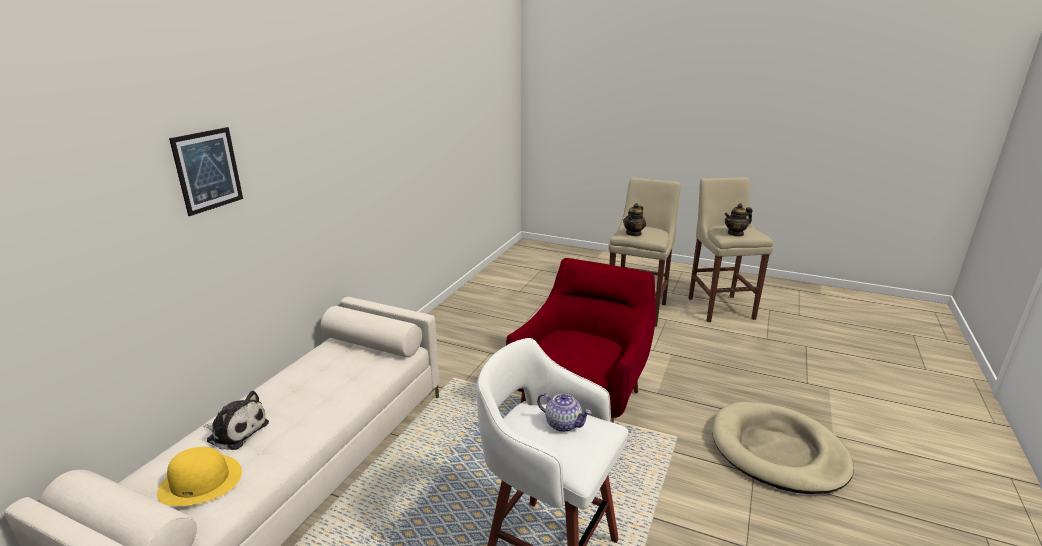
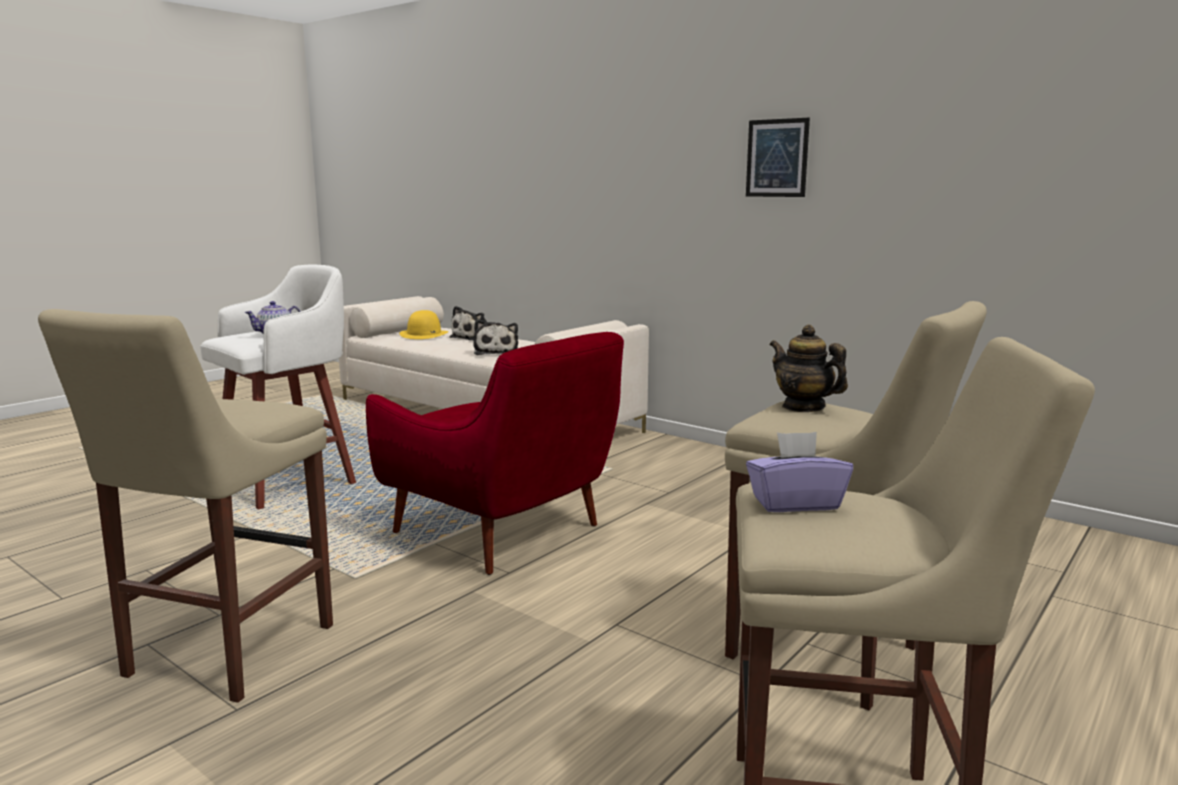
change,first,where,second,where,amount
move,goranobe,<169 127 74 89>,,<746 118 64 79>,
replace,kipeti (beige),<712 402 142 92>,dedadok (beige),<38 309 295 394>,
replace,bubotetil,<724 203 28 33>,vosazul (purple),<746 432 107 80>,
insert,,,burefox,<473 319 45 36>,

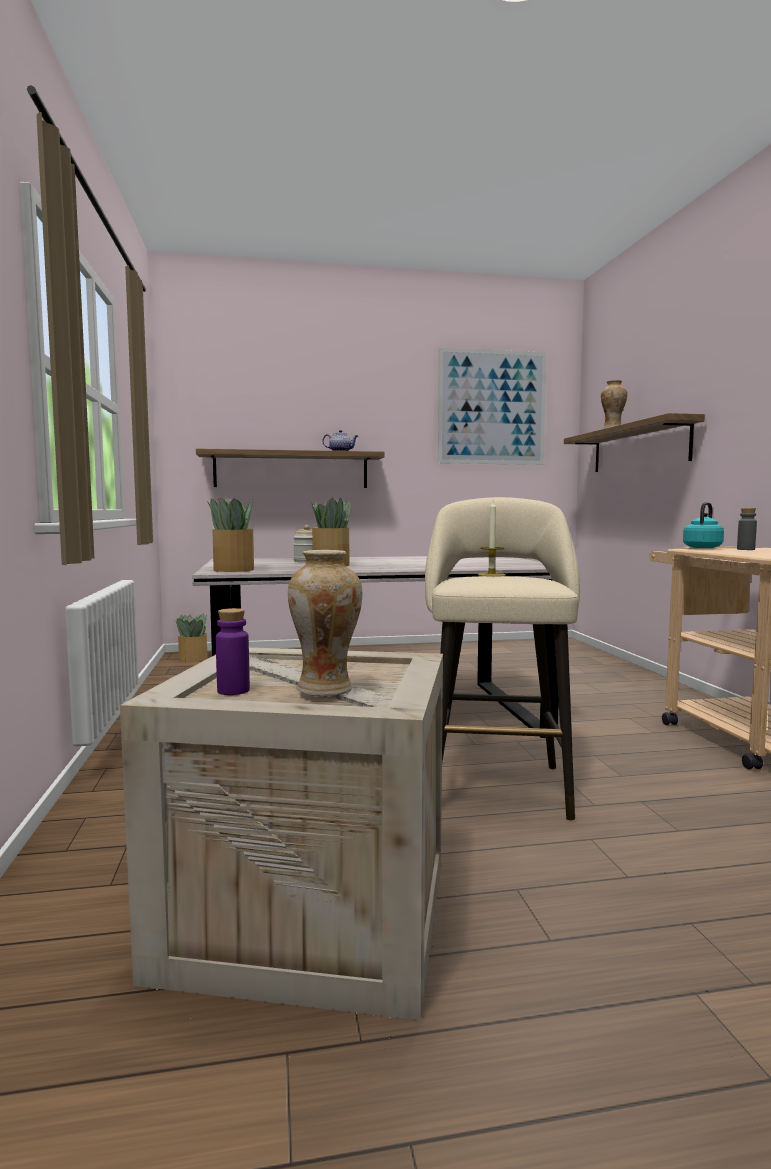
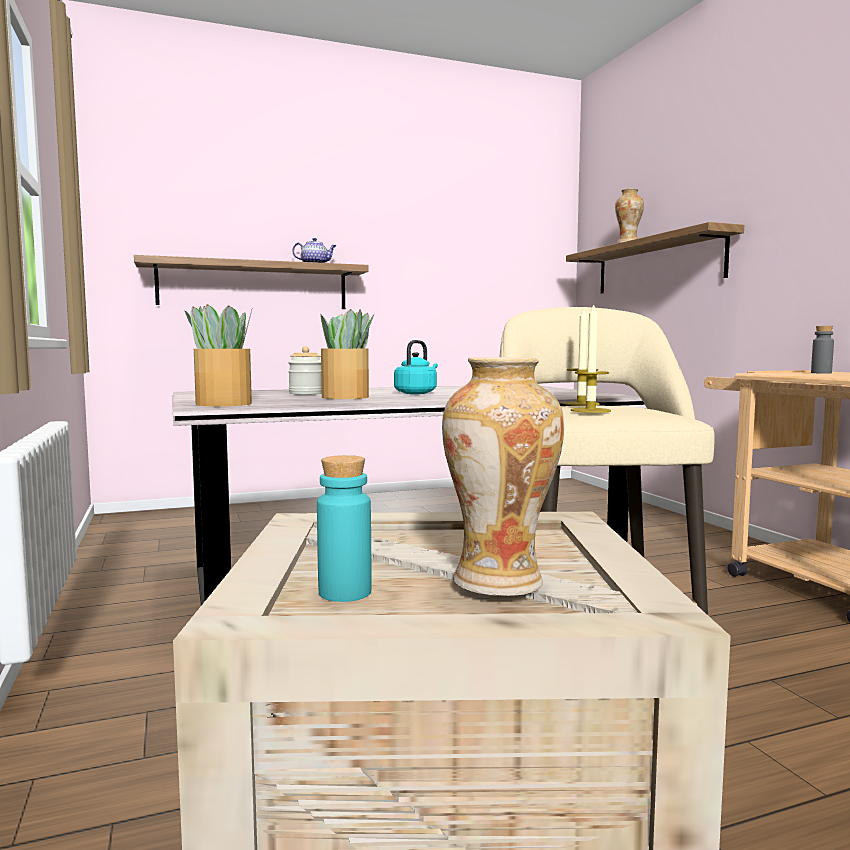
change,first,where,second,where,amount
delete,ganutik,<176 613 31 50>,,,
recolor,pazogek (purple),<216 608 34 87>,pazogek (turquoise),<317 455 54 147>,
delete,goranobe,<438 348 108 117>,,,
move,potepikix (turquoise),<683 502 41 46>,,<394 340 44 54>,
insert,,,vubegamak,<571 303 40 110>,

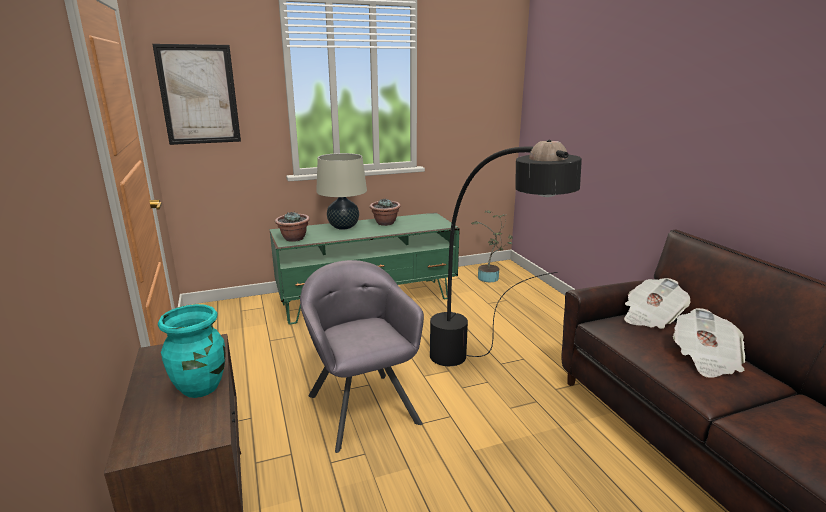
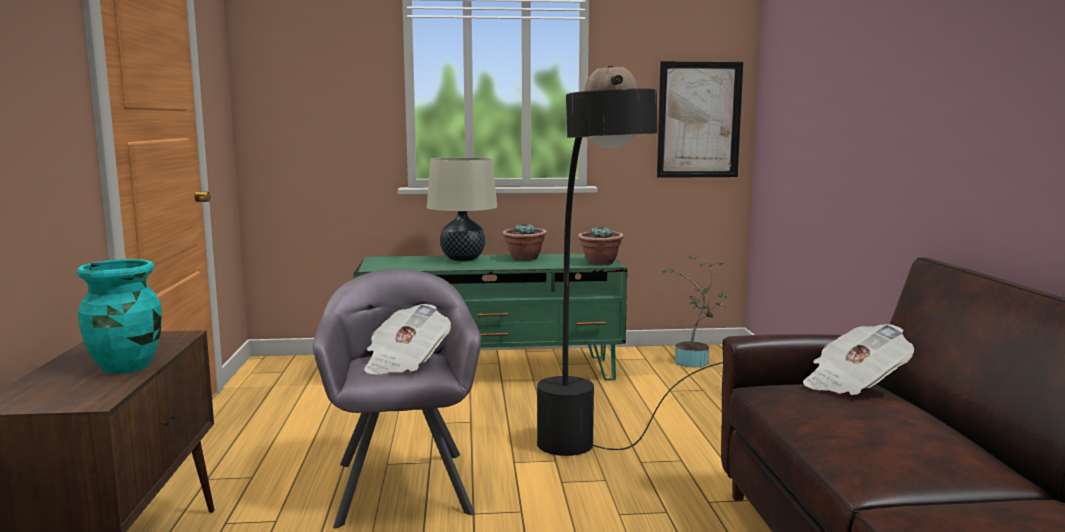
change,first,where,second,where,amount
move,goranobe,<152 44 89 101>,,<657 61 86 117>,
move,ganutik,<275 212 35 30>,,<578 226 46 39>,
move,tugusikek,<673 308 72 70>,,<364 304 87 70>,

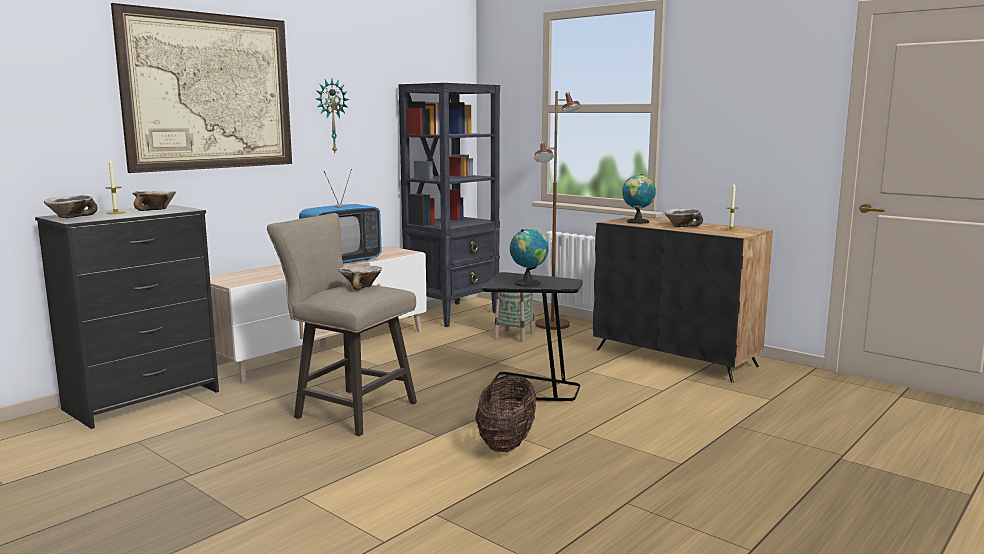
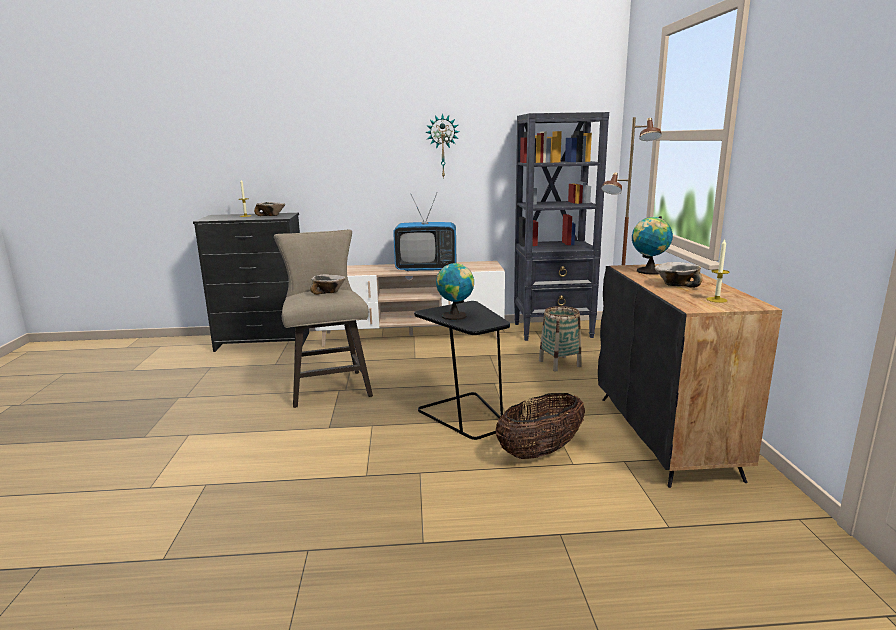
change,first,where,second,where,amount
delete,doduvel,<44 195 53 23>,,,
delete,goranobe,<111 3 181 170>,,,
move,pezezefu,<475 375 62 77>,,<496 393 89 66>,

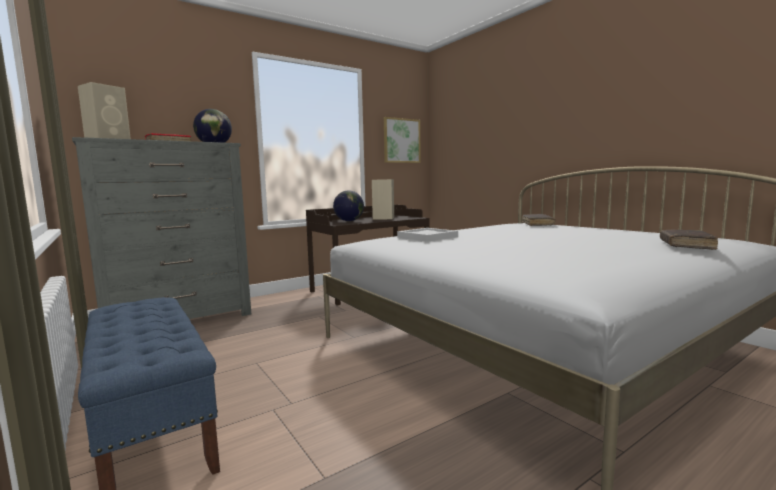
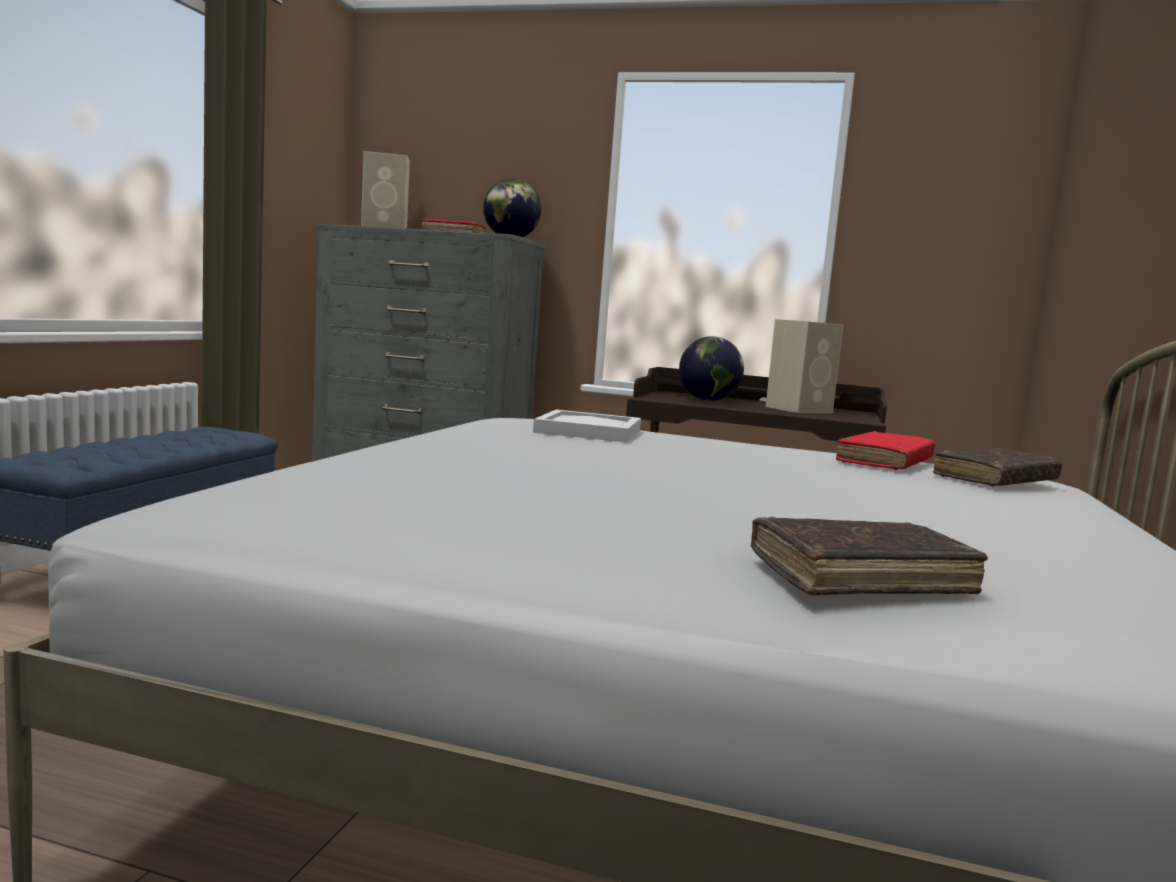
change,first,where,second,where,amount
delete,goranobe,<384 117 37 46>,,,
insert,,,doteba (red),<836 431 99 39>,

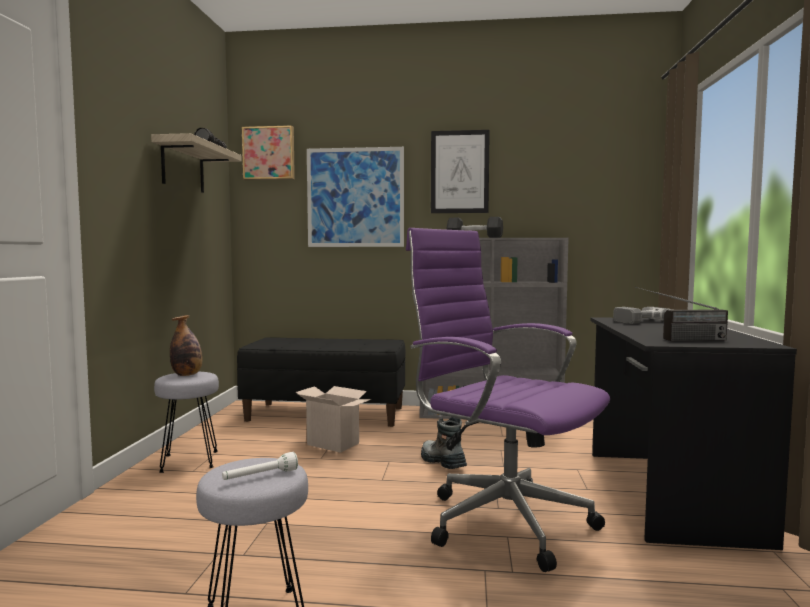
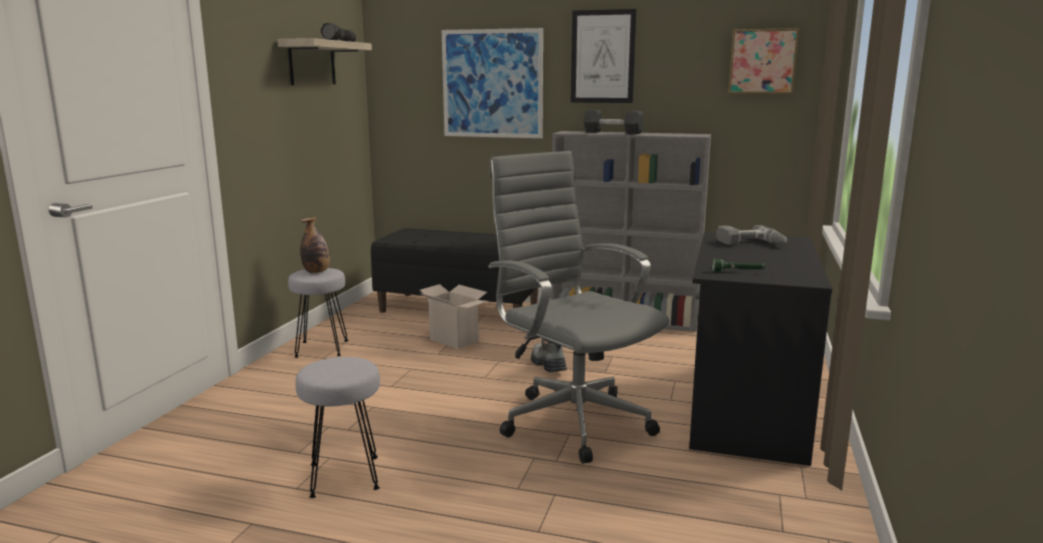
change,first,where,second,where,amount
delete,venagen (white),<222 452 76 28>,,,
move,goranobe,<242 125 53 55>,,<728 28 71 66>,
recolor,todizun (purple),<406 228 204 344>,todizun (grey),<488 151 181 313>,
replace,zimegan,<635 287 93 54>,venagen (green),<712 259 53 13>,

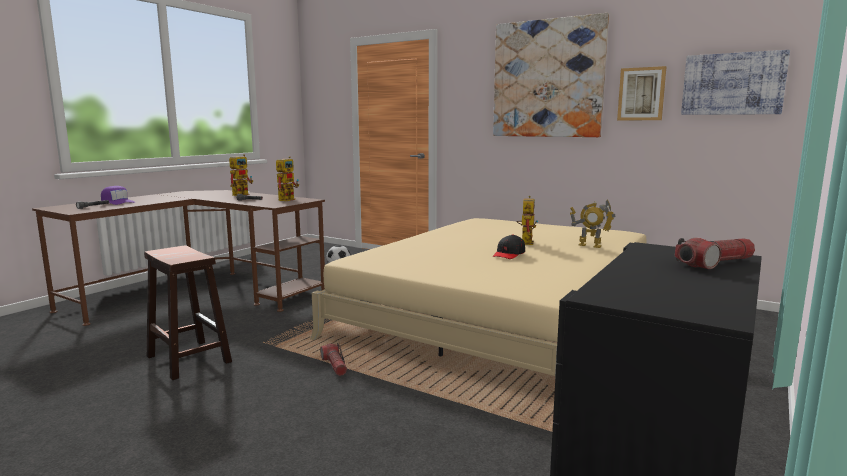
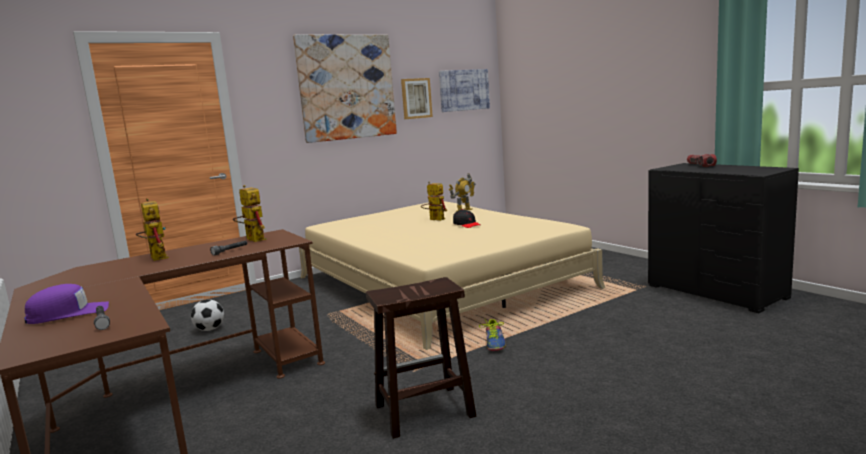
change,first,where,second,where,amount
replace,venagen,<320 343 27 33>,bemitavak,<479 318 27 33>,

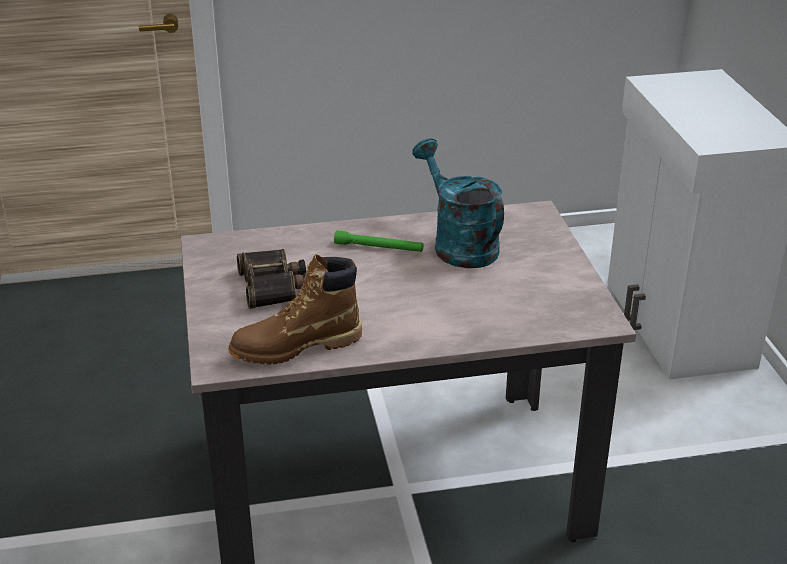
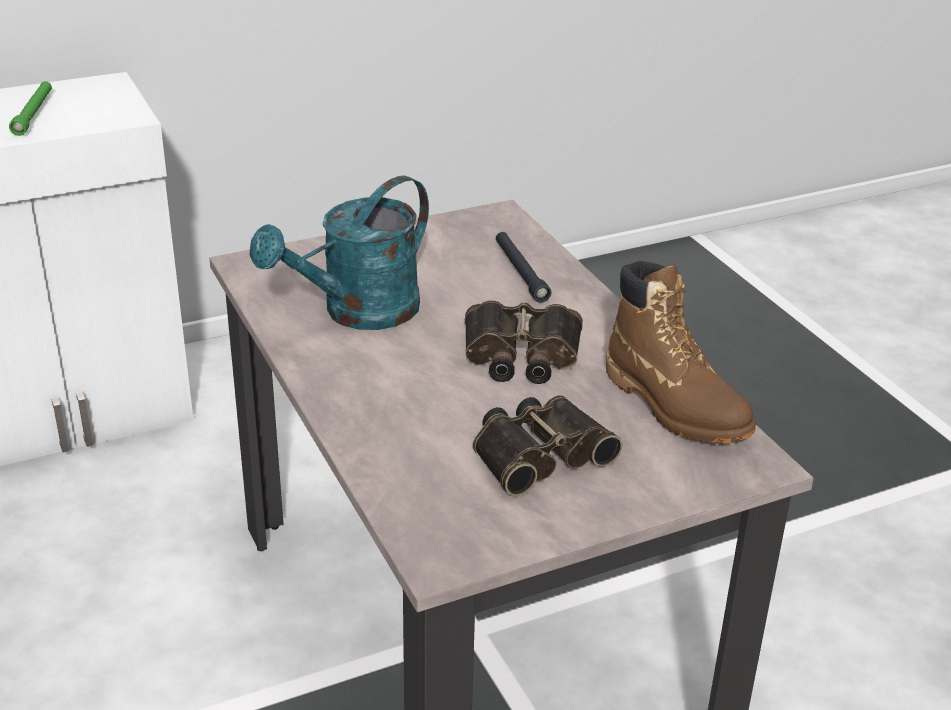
change,first,where,second,where,amount
move,venagen (green),<334 230 90 22>,,<9 81 43 55>,
insert,,,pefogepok,<465 300 118 84>,
insert,,,venagen (black),<496 232 55 71>,

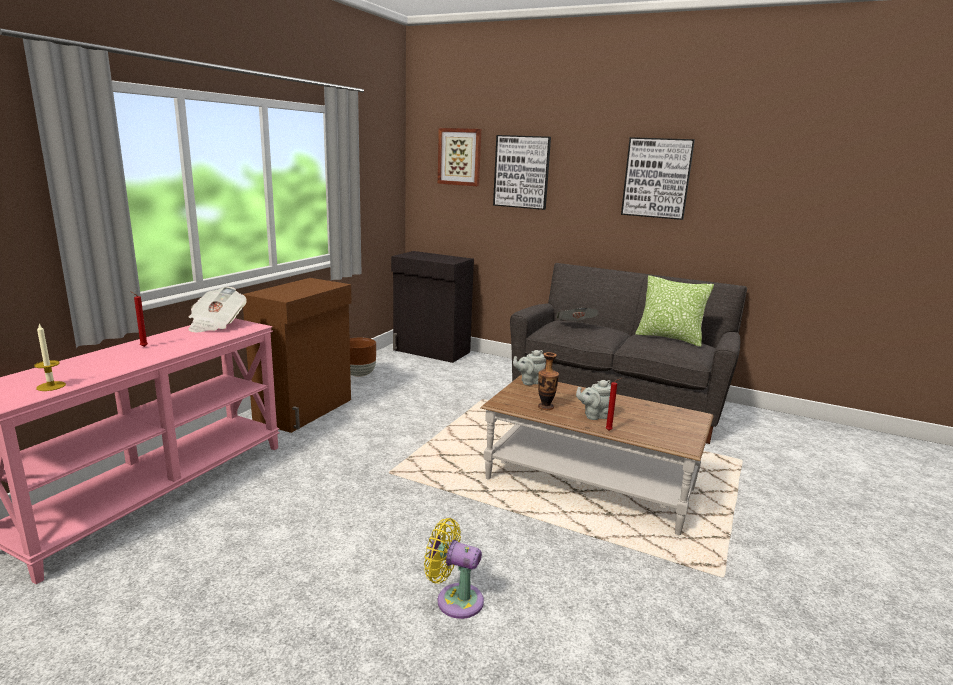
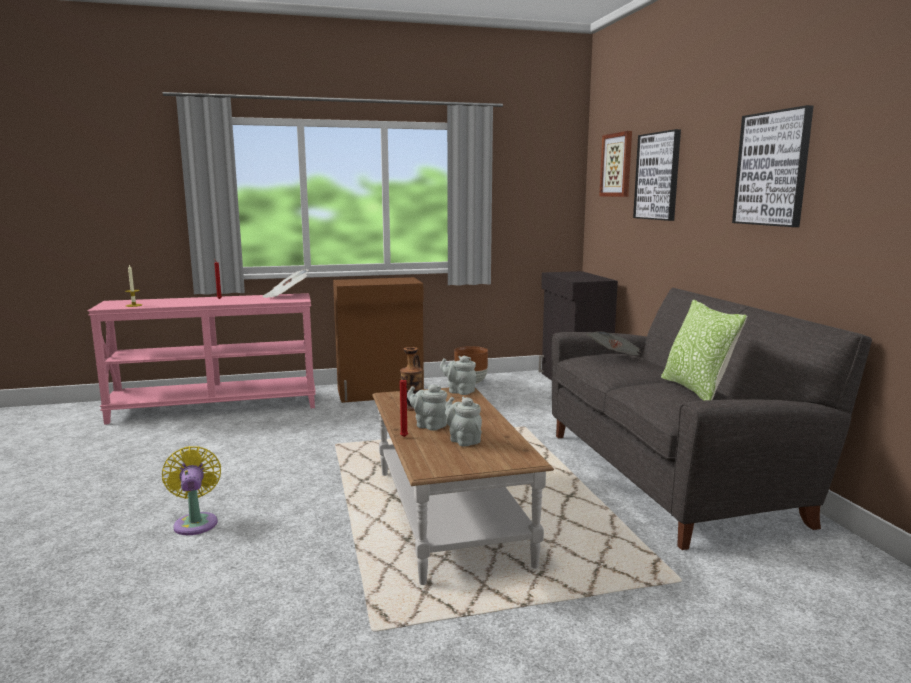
change,first,where,second,where,amount
insert,,,bubotetil (grey),<445 397 37 49>,

